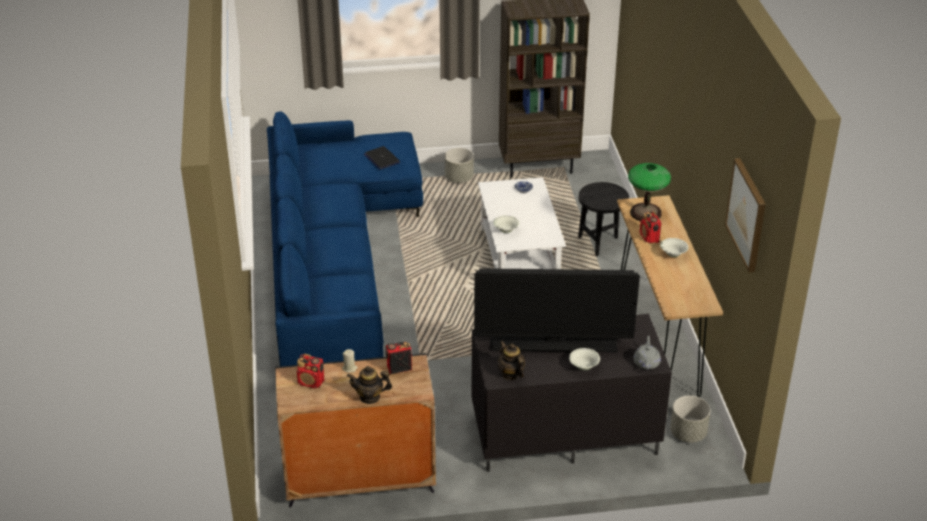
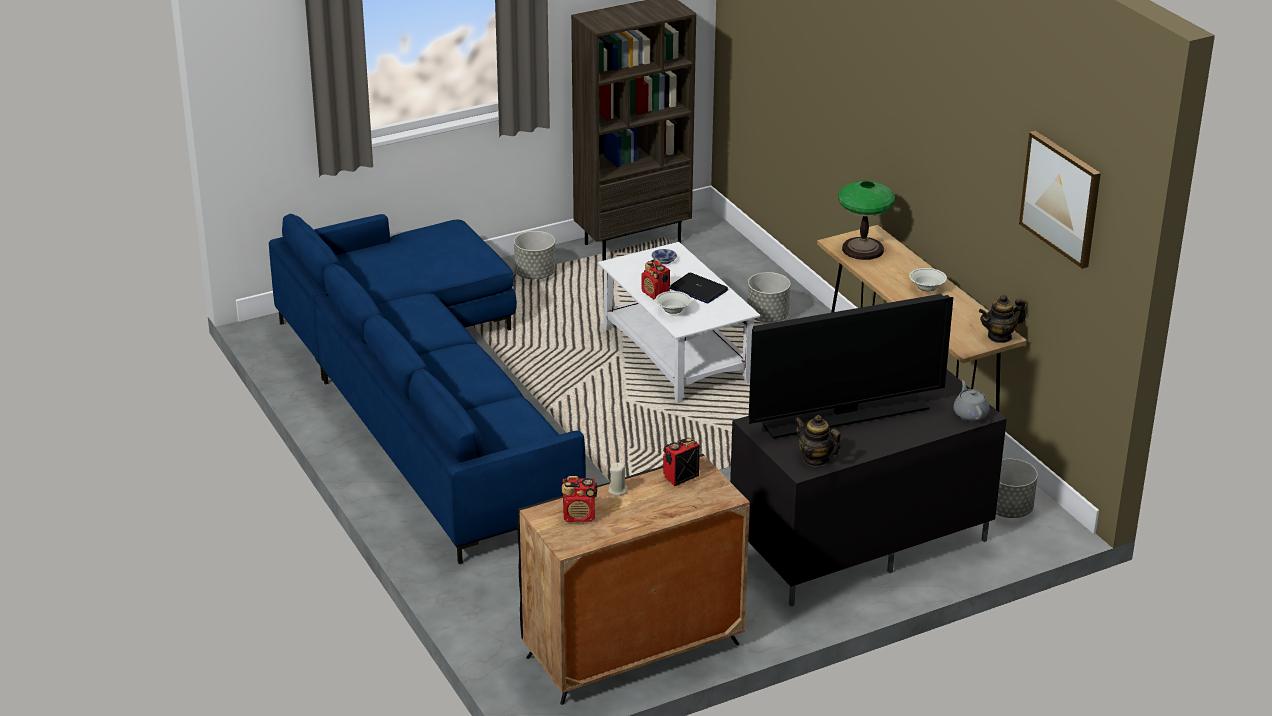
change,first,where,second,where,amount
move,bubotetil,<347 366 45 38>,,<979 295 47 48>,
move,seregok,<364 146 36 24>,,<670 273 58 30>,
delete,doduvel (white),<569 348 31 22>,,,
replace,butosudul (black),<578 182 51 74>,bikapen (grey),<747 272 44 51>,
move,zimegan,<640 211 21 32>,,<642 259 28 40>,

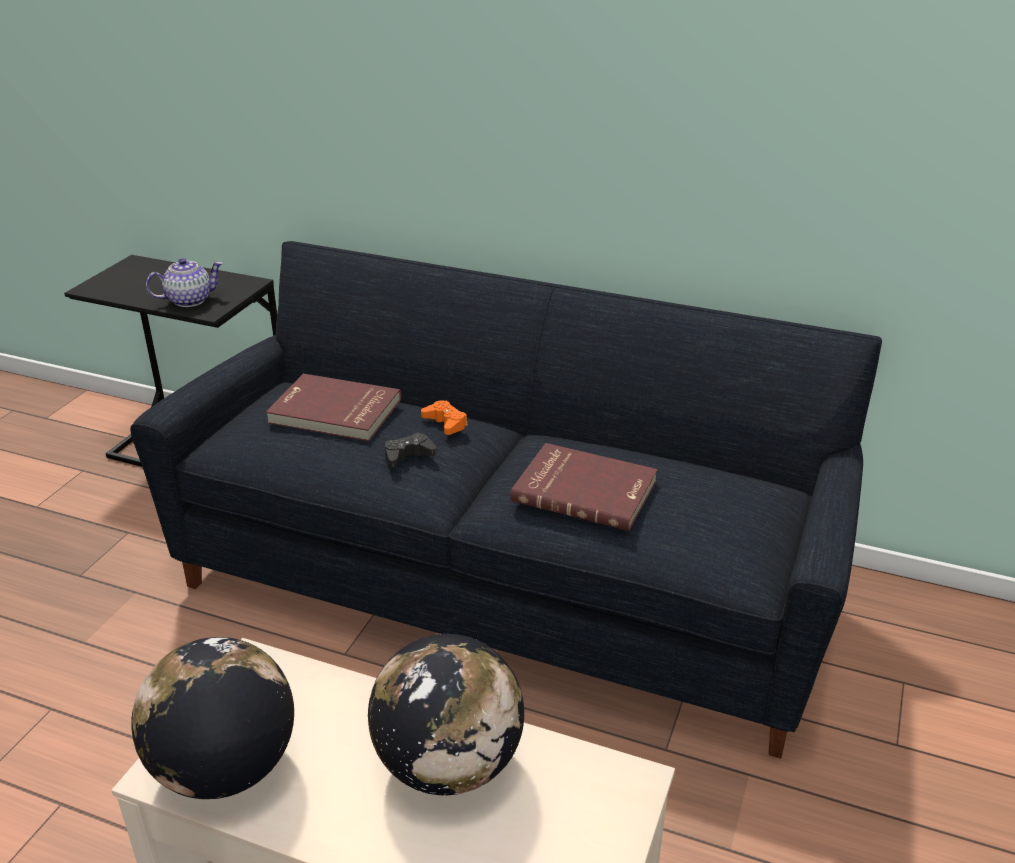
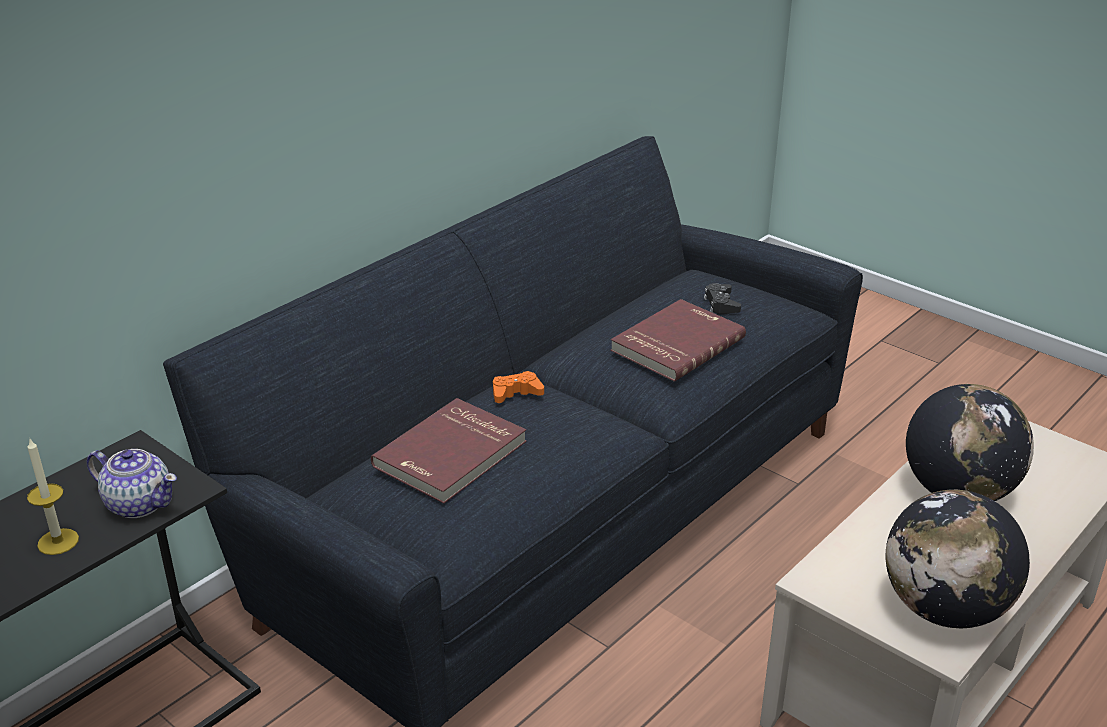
change,first,where,second,where,amount
rotate,bubotetil,<146 258 77 49>,,<87 449 90 69>,120 degrees clockwise
move,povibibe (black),<385 433 52 34>,,<704 283 37 31>,
insert,,,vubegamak,<27 439 52 116>,

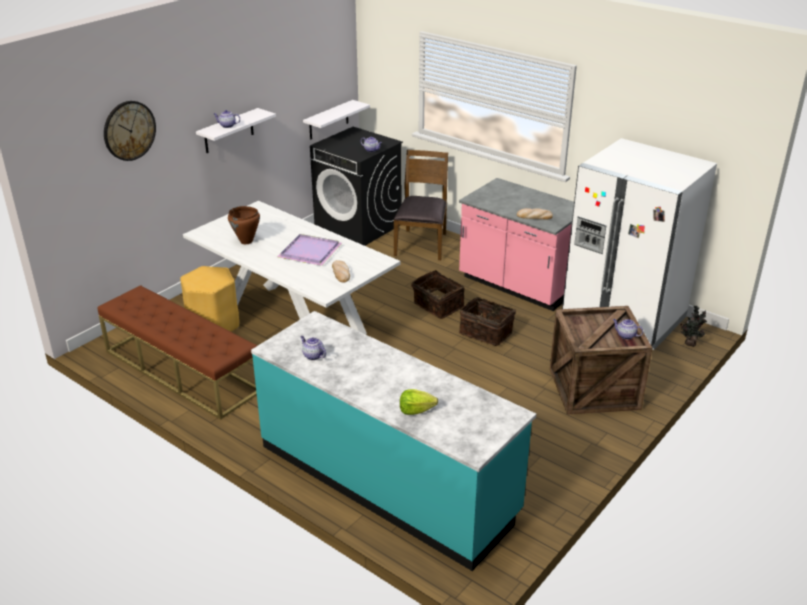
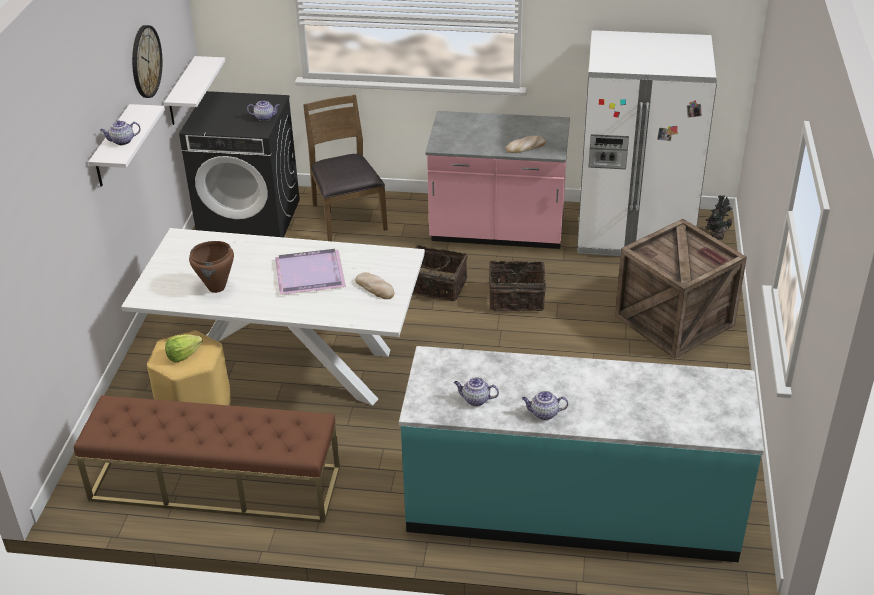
change,first,where,second,where,amount
move,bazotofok,<104 101 52 60>,,<132 25 30 73>,
move,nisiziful,<400 389 38 26>,,<165 334 38 29>,
move,bubotetil,<613 319 30 21>,,<522 391 47 29>,

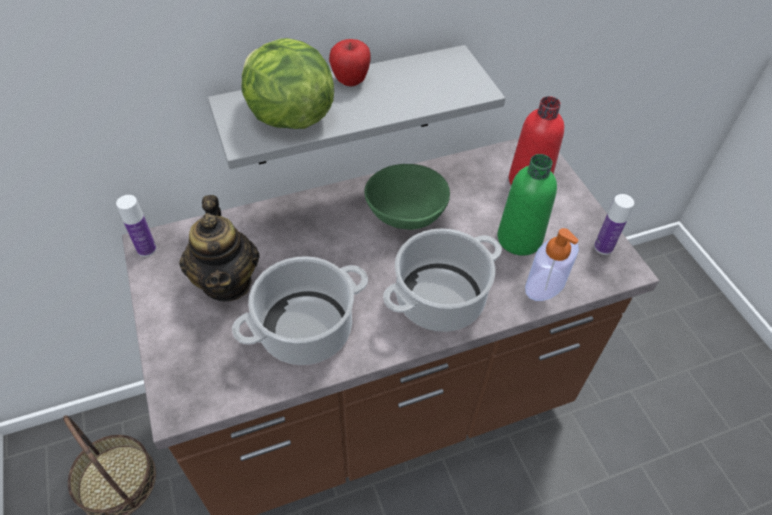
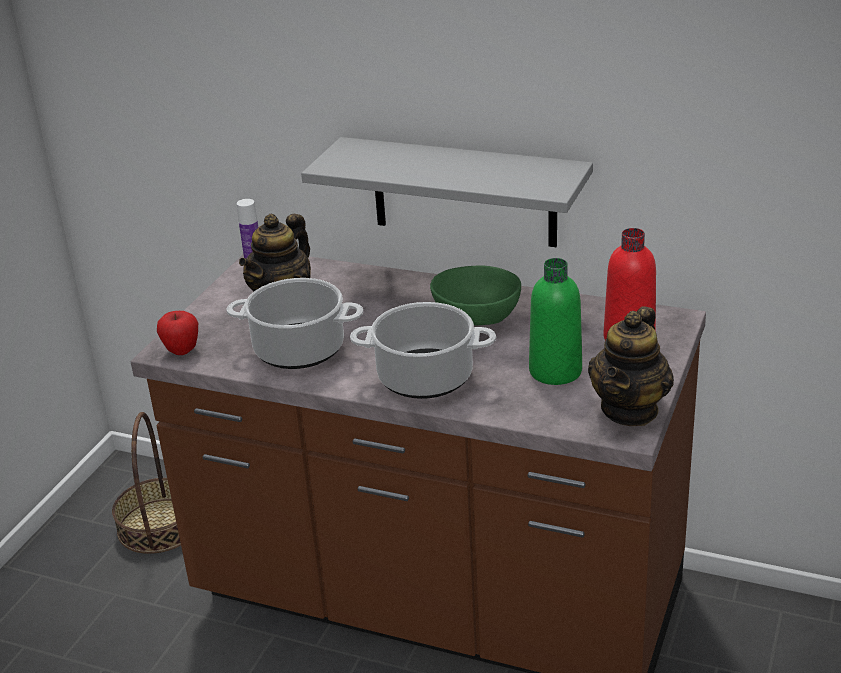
change,first,where,second,where,amount
delete,nisiziful,<242 38 92 91>,,,
move,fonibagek,<329 39 42 47>,,<157 311 41 44>,
delete,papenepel,<525 228 54 73>,,,
replace,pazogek,<594 194 40 61>,bubotetil,<588 306 86 120>,

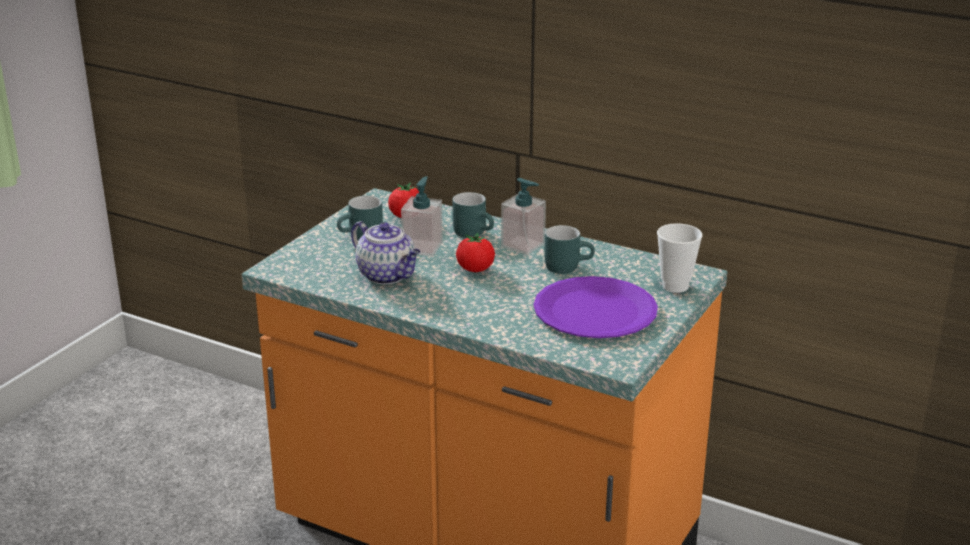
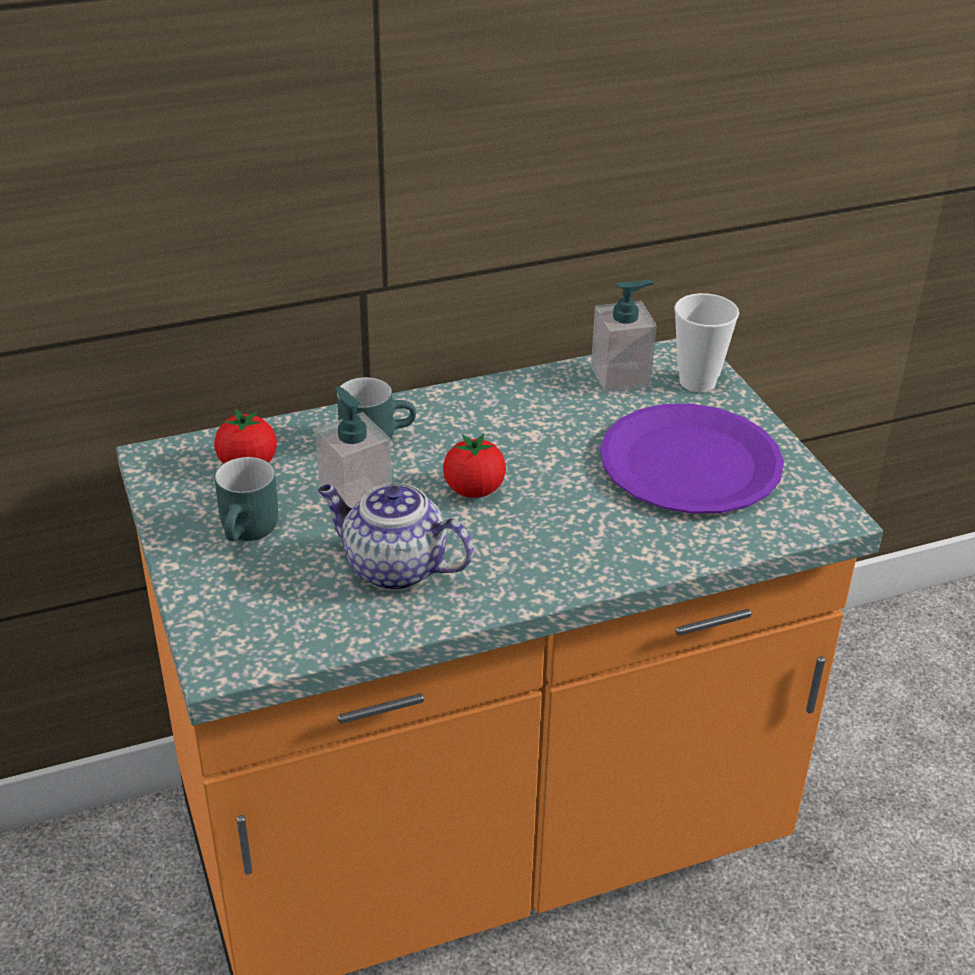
change,first,where,second,where,amount
rotate,bubotetil,<351 221 70 63>,,<318 483 155 108>,150 degrees counterclockwise
move,papenepel,<501 178 45 77>,,<591 280 66 112>,
delete,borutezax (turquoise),<544 225 51 49>,,,

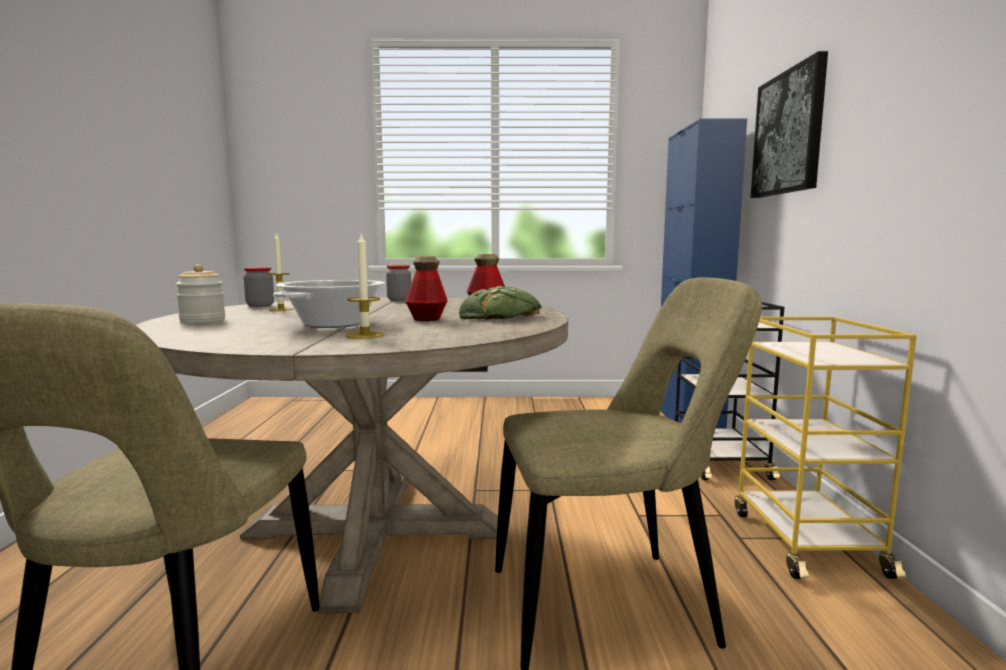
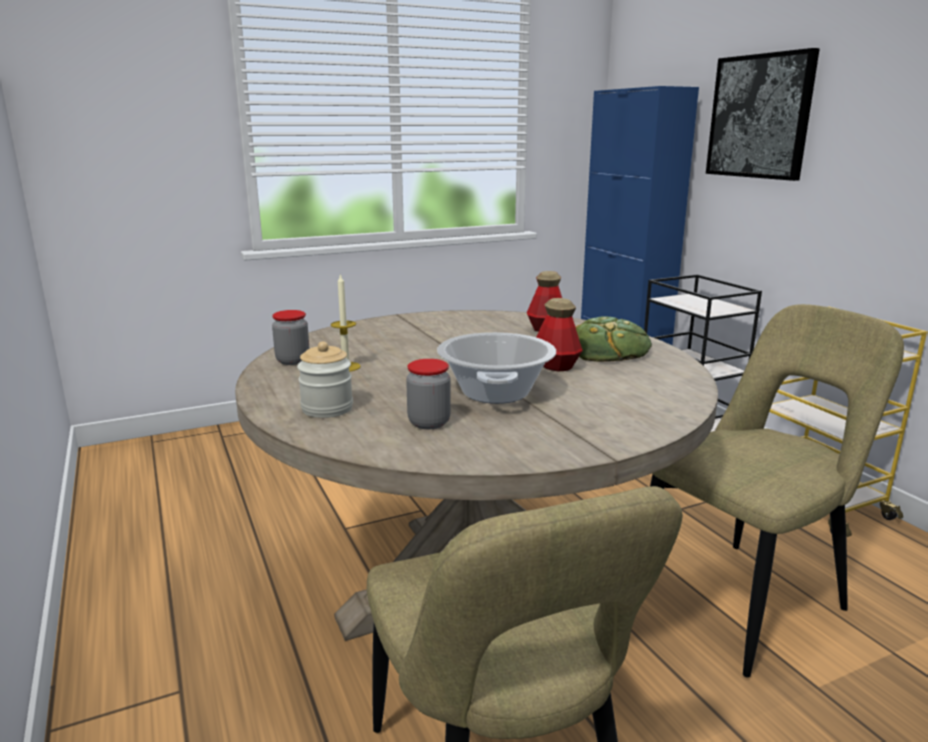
change,first,where,second,where,amount
delete,vubegamak,<346 234 38 105>,,,
move,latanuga,<386 265 25 36>,,<406 359 45 70>,

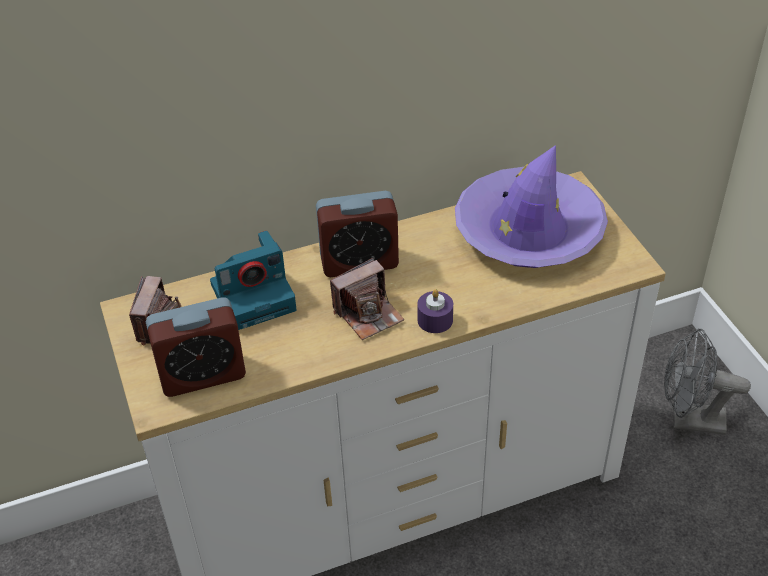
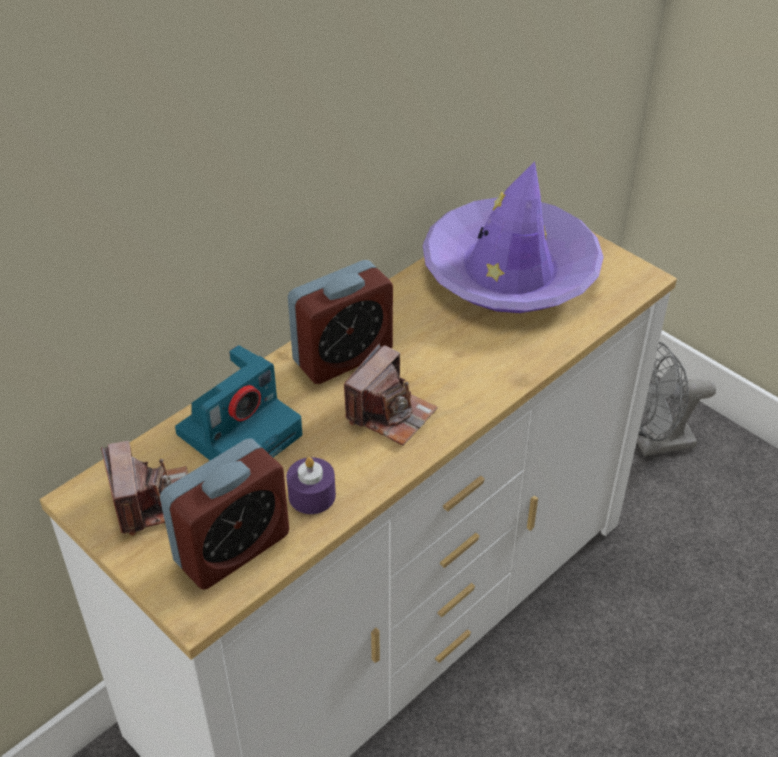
change,first,where,second,where,amount
move,vubegamak (purple),<417 289 36 44>,,<286 457 50 57>,

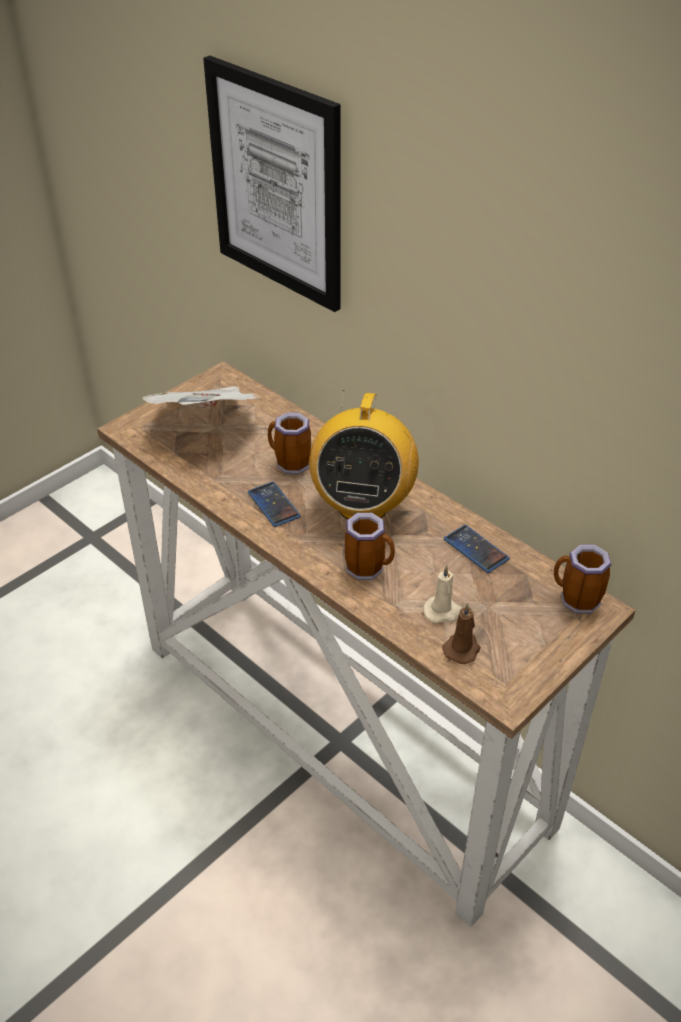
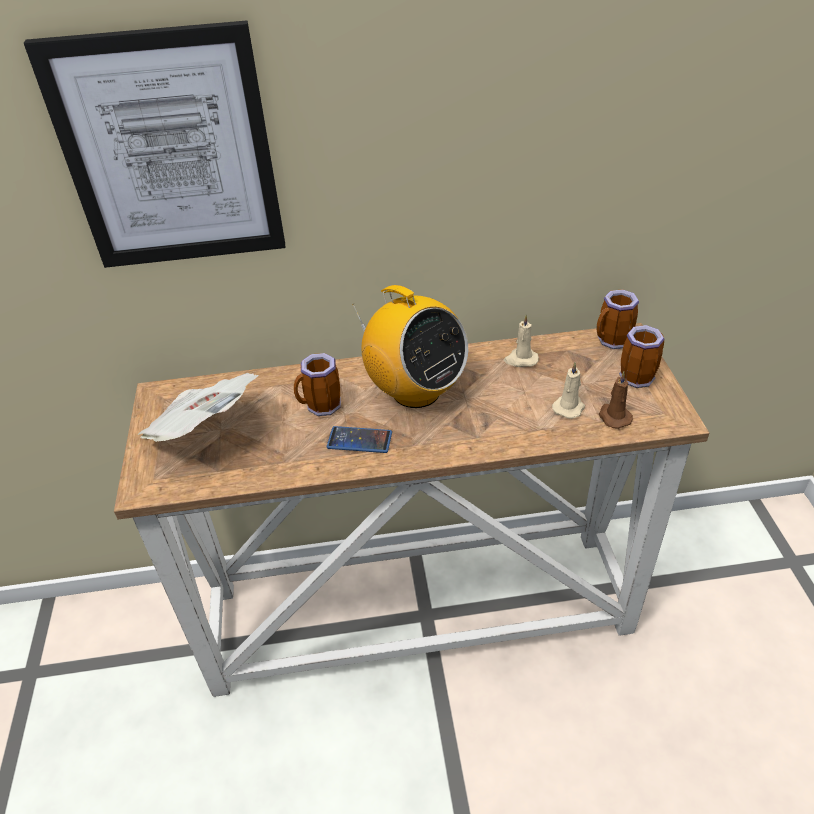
change,first,where,second,where,amount
move,borutezax,<345 513 50 67>,,<619 325 46 63>,
replace,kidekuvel,<444 525 66 48>,vubegamak (beige),<504 315 35 52>,

